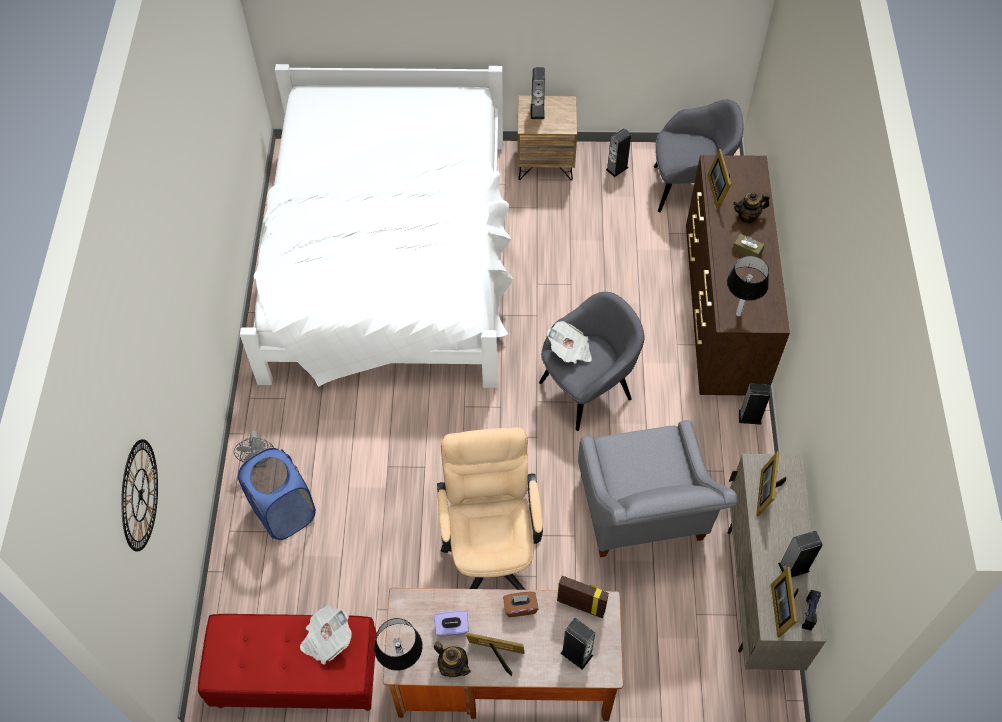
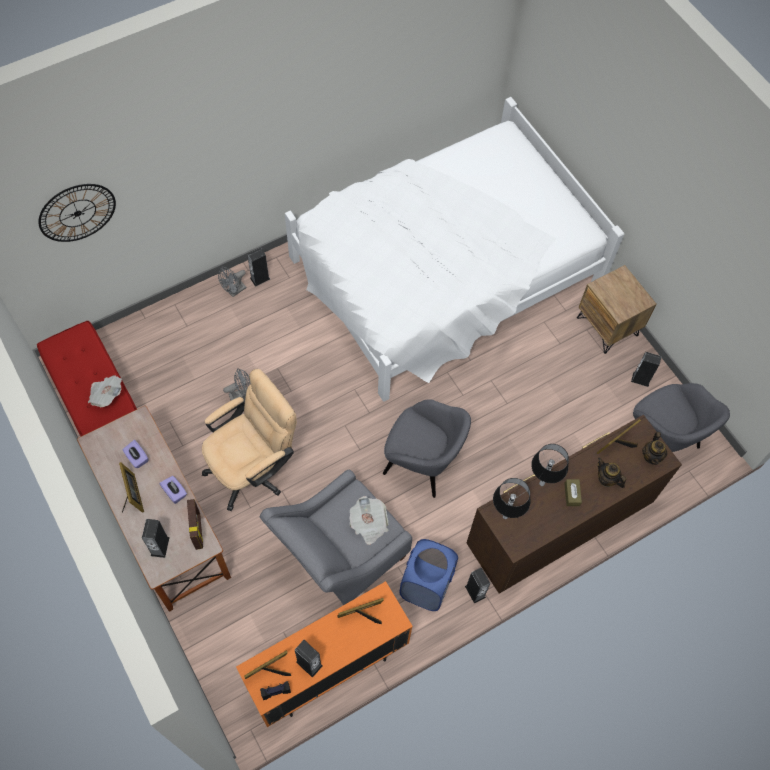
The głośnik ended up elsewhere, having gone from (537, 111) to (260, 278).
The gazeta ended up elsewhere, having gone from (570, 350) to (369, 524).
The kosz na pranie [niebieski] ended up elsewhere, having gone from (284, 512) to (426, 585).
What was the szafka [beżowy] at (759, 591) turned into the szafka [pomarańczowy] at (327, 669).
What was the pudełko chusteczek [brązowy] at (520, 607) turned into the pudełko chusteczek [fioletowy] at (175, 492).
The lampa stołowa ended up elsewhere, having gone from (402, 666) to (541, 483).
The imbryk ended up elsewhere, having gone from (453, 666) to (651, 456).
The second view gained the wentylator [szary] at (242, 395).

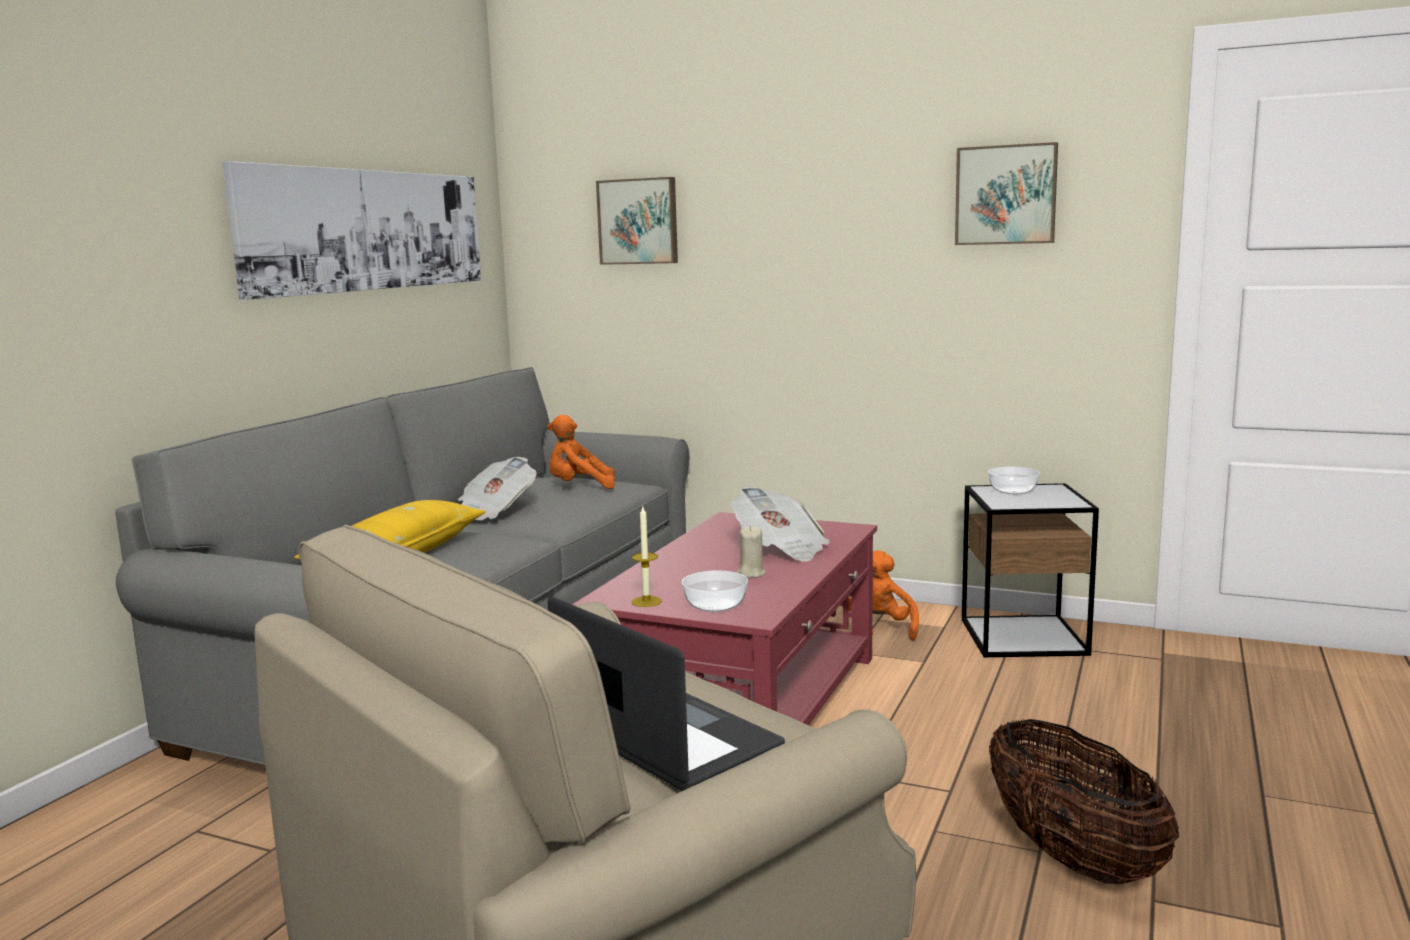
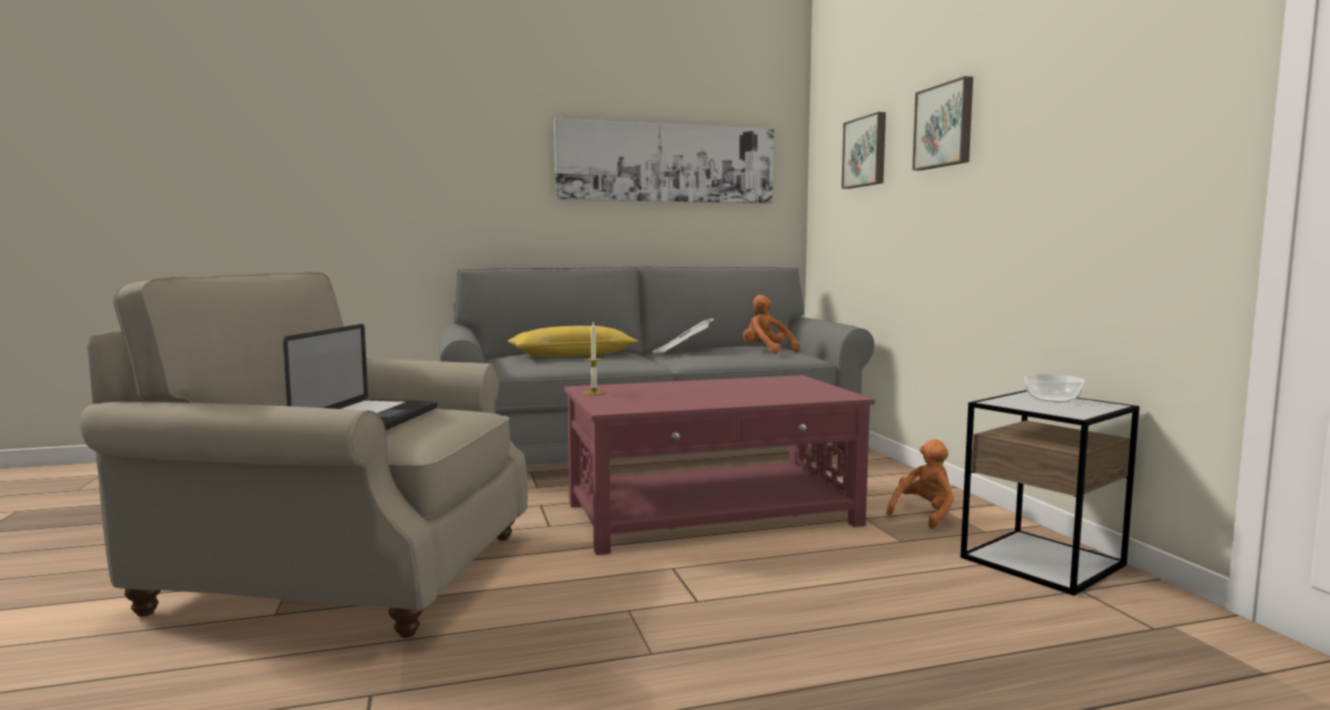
The obraz ended up elsewhere, having gone from (1006, 195) to (945, 126).
The second view lost the gazeta at (780, 549).
The second view lost the świeca [beżowy] at (751, 573).
The second view lost the miska at (716, 605).
The second view lost the koszyk at (1072, 857).

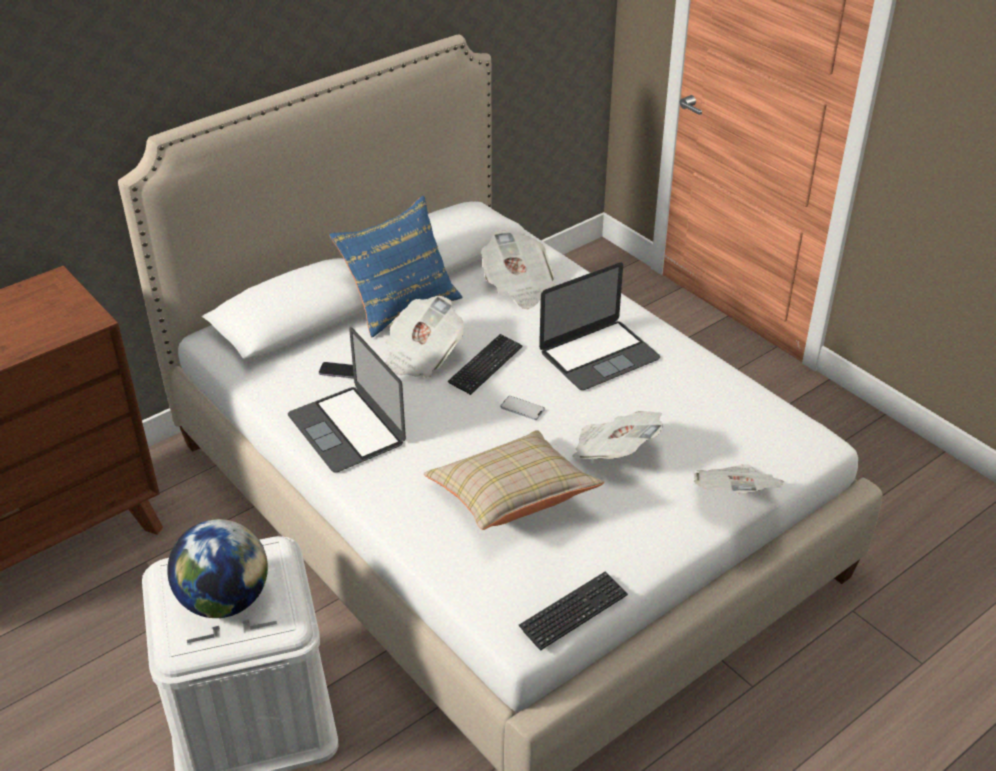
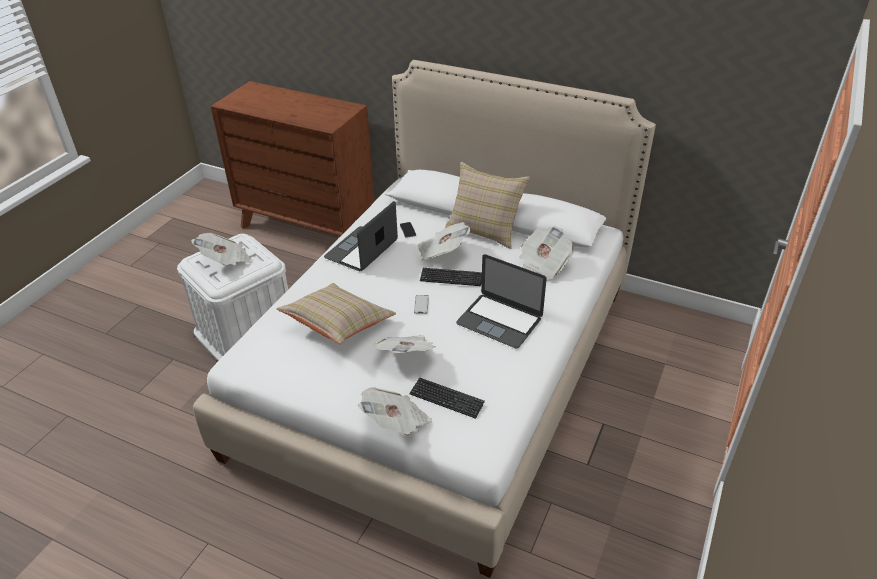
What was the poduszka [niebieski] at (401, 304) turned into the poduszka [beżowy] at (484, 229).
Where the globus stood at (224, 600), the gazeta came to stand at (226, 261).
The klawiatura ended up elsewhere, having gone from (573, 612) to (446, 399).

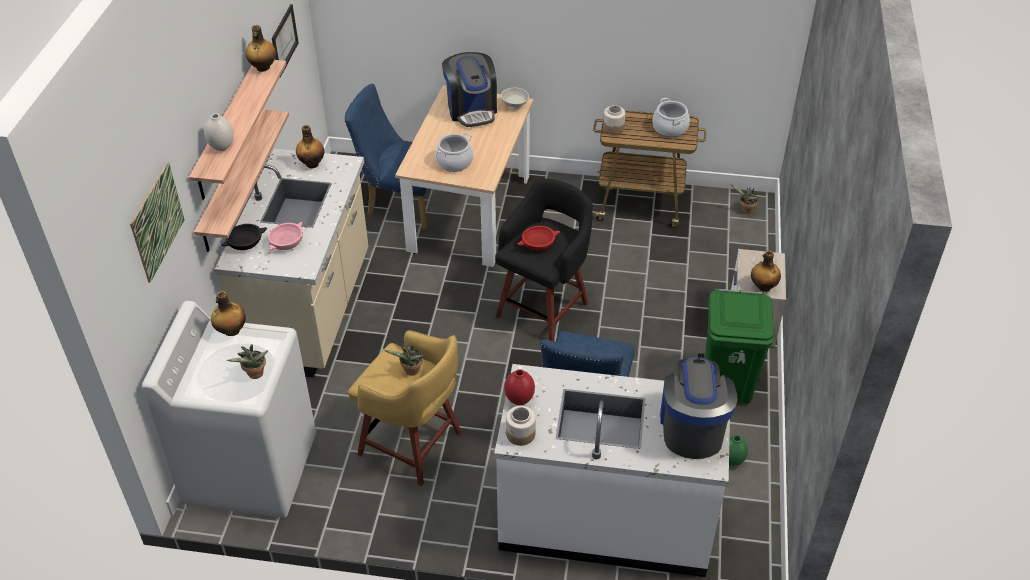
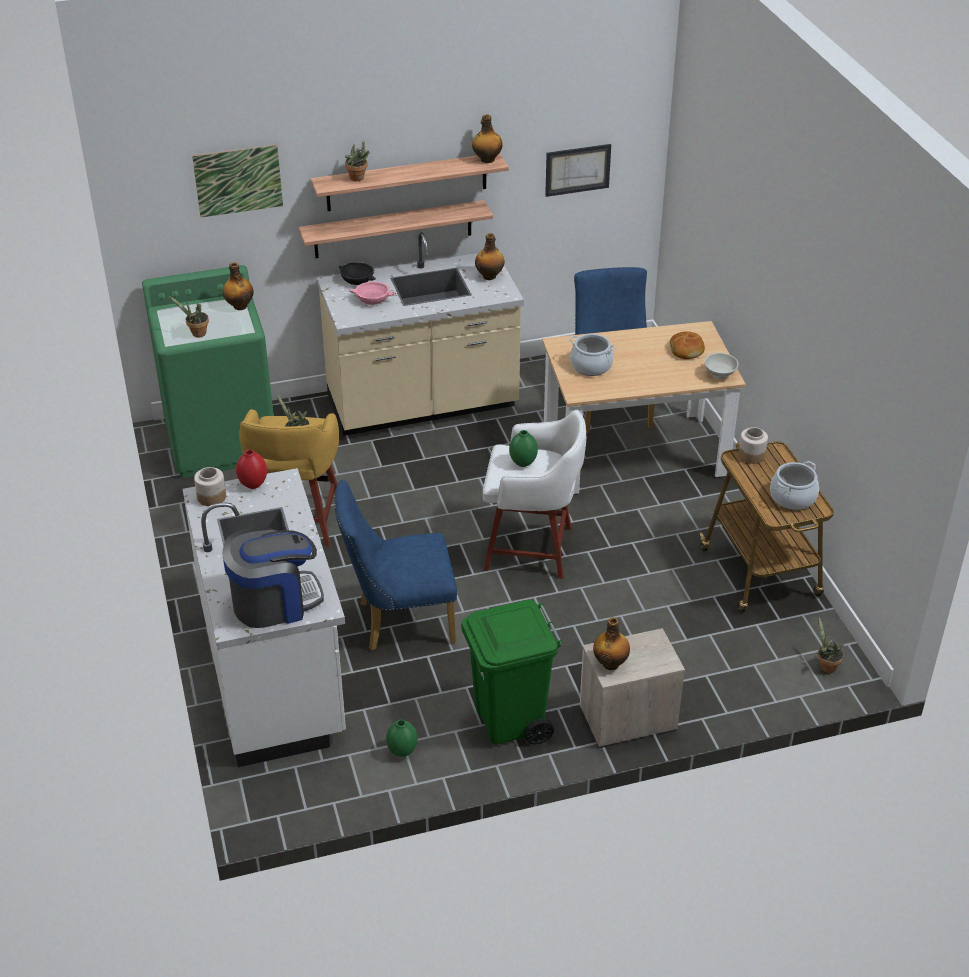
Where the ekspres do kawy stood at (471, 109), the chleb came to stand at (686, 350).
Where the wazon [biały] stood at (221, 147), the roślina doniczkowa came to stand at (359, 178).
What was the stołek [czarny] at (544, 308) turned into the stołek [biały] at (532, 549).
Where the miska [czerwony] stood at (538, 245), the wazon [zielony] came to stand at (522, 463).
What was the pralka [biały] at (251, 468) turned into the pralka [zielony] at (222, 440).

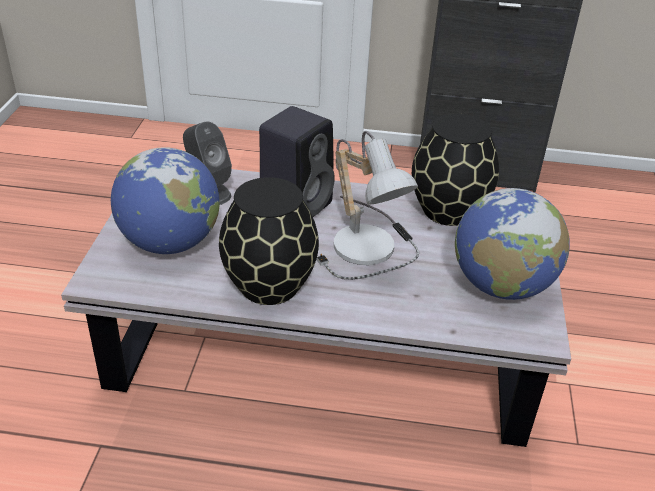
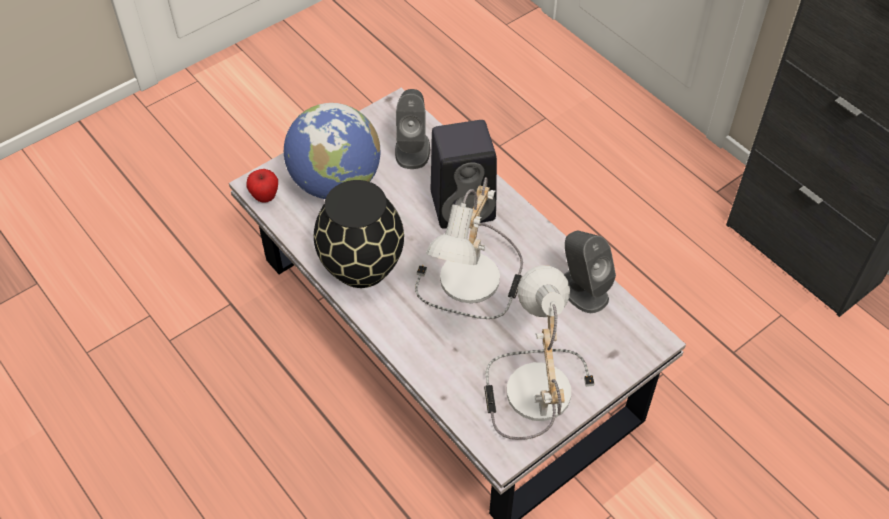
Where the wazon [czarny] stood at (447, 210), the głośnik [szary] came to stand at (582, 290).
Where the globus stood at (501, 286), the lampa stołowa came to stand at (531, 389).
The second view gained the jabłko at (265, 197).

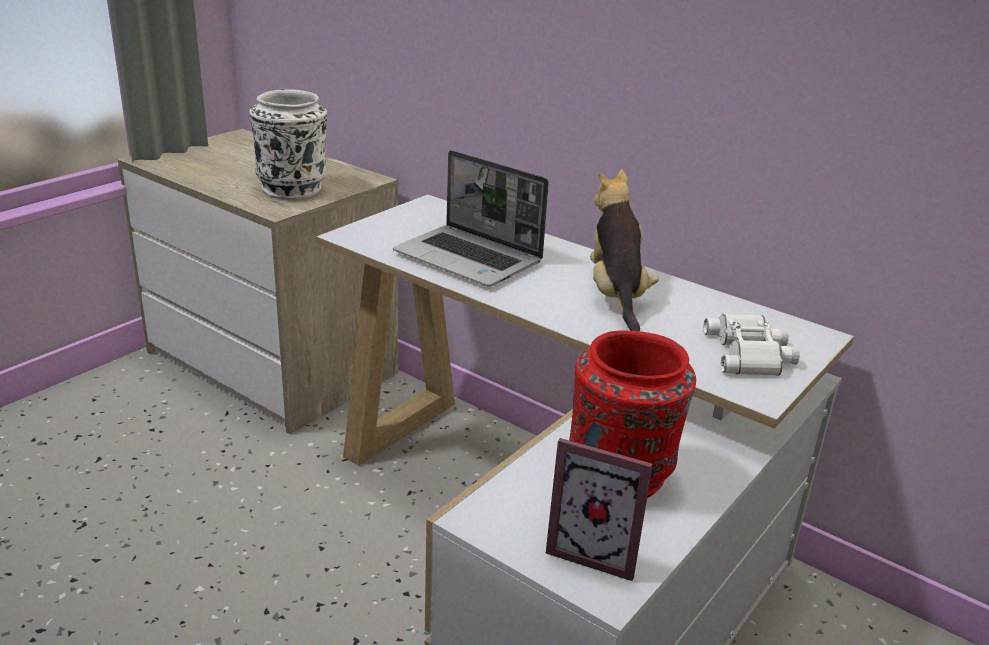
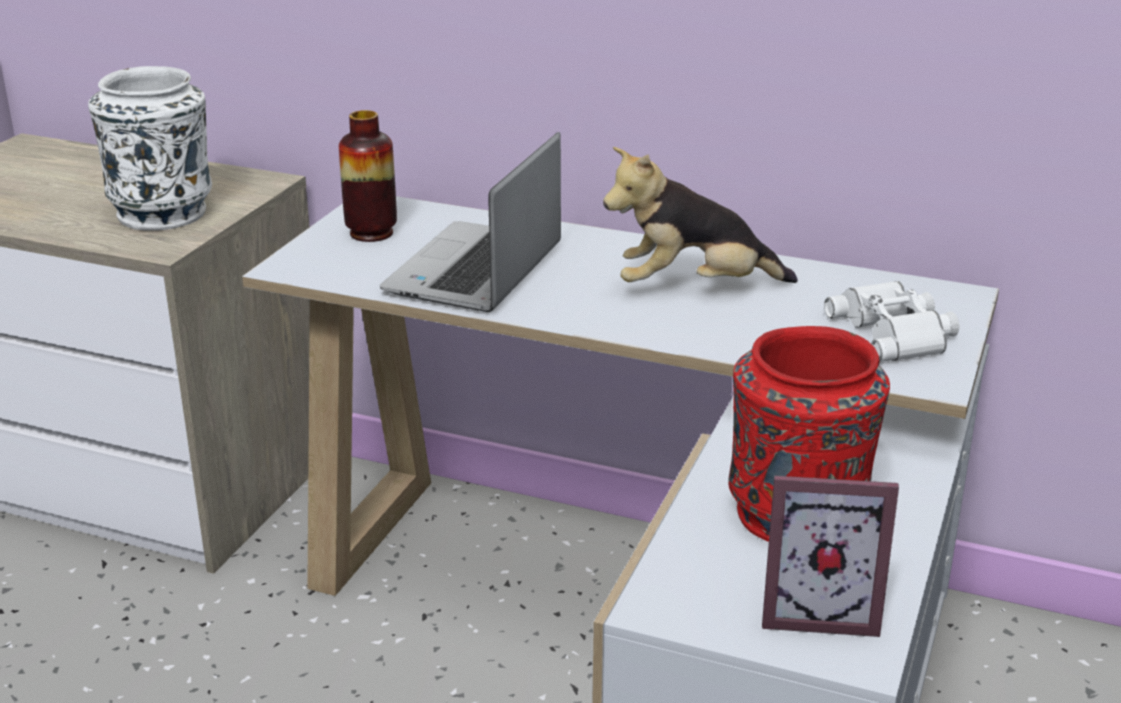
The laptop at (470, 258) ended up facing another way, 90 degrees clockwise from before.
The pluszak at (616, 295) ended up facing another way, 75 degrees counterclockwise from before.
The second view gained the wazon at (371, 233).

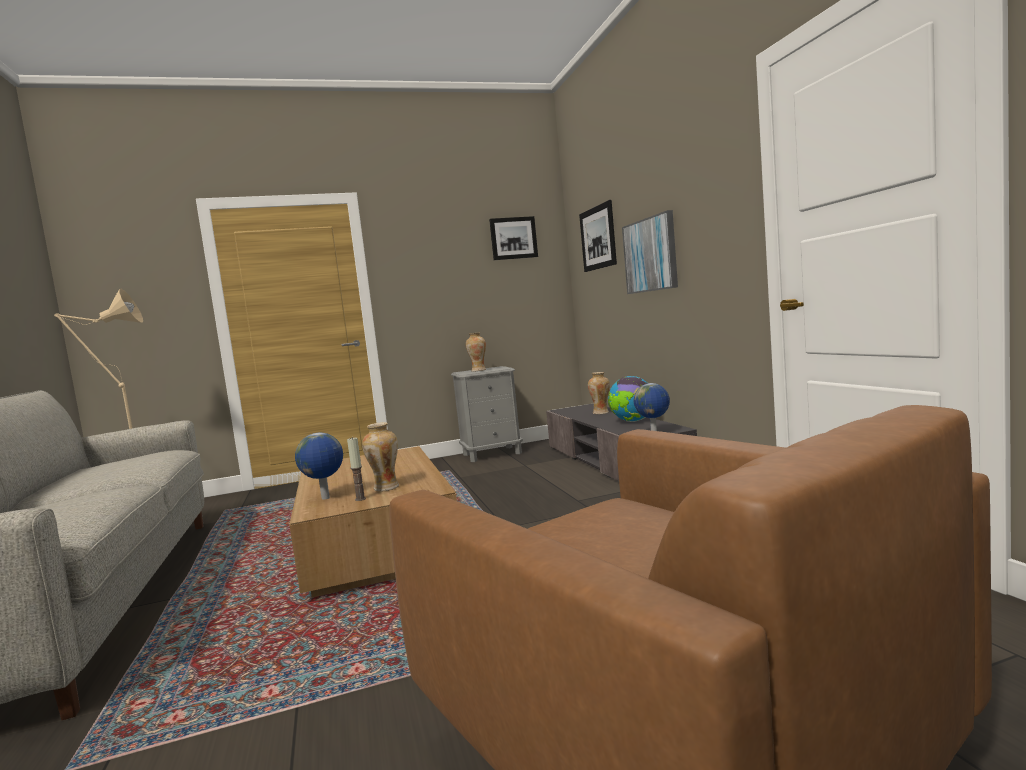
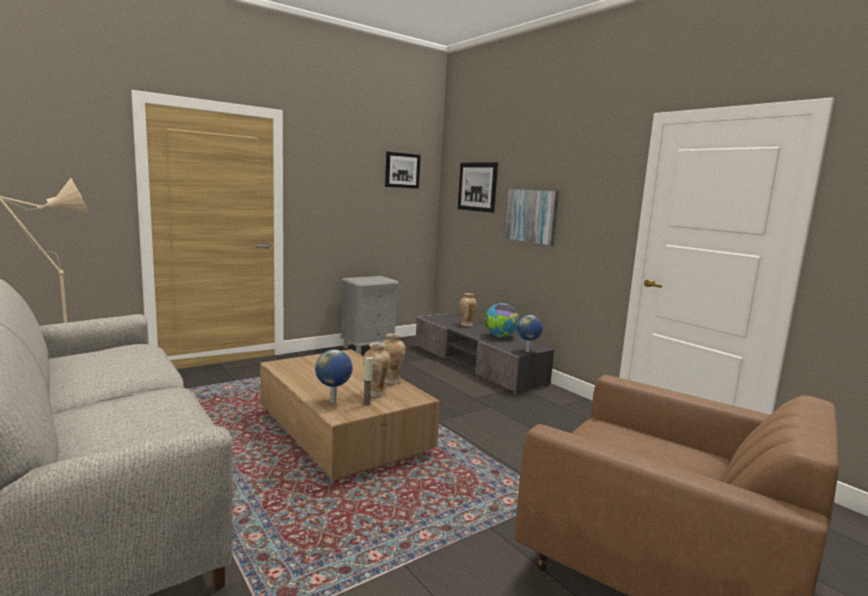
The wazon ended up elsewhere, having gone from (478, 370) to (391, 381).

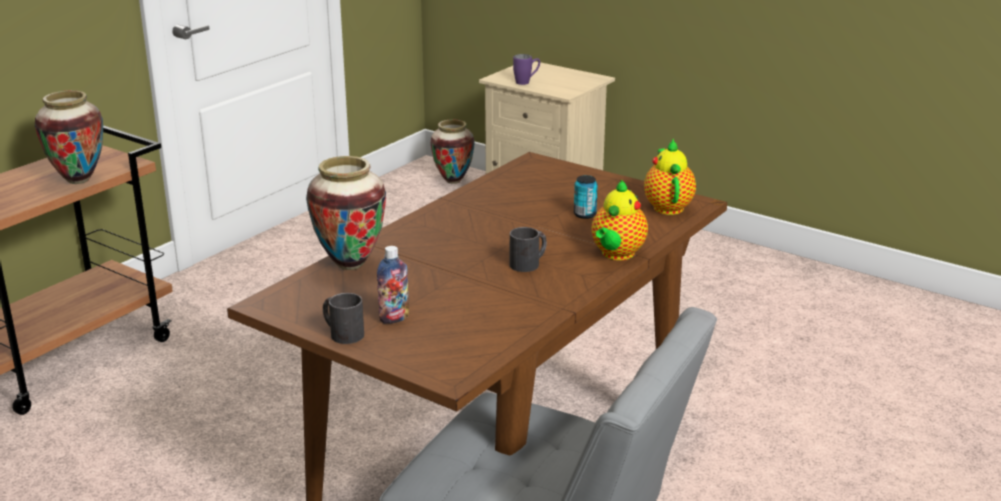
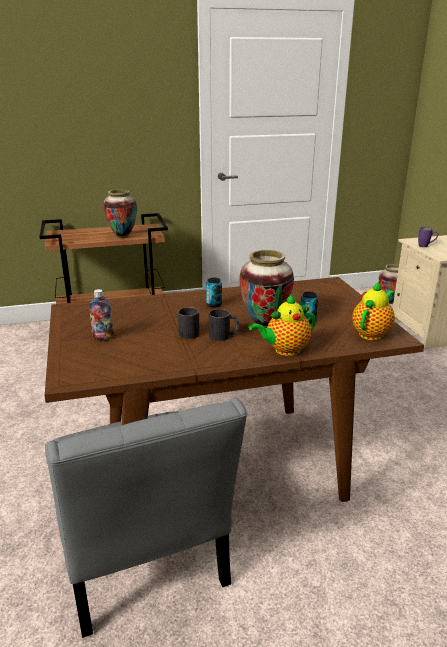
The wazon ended up elsewhere, having gone from (350, 264) to (264, 324).
The kubek [czarny] ended up elsewhere, having gone from (342, 333) to (188, 332).
The second view gained the puszka at (214, 304).

